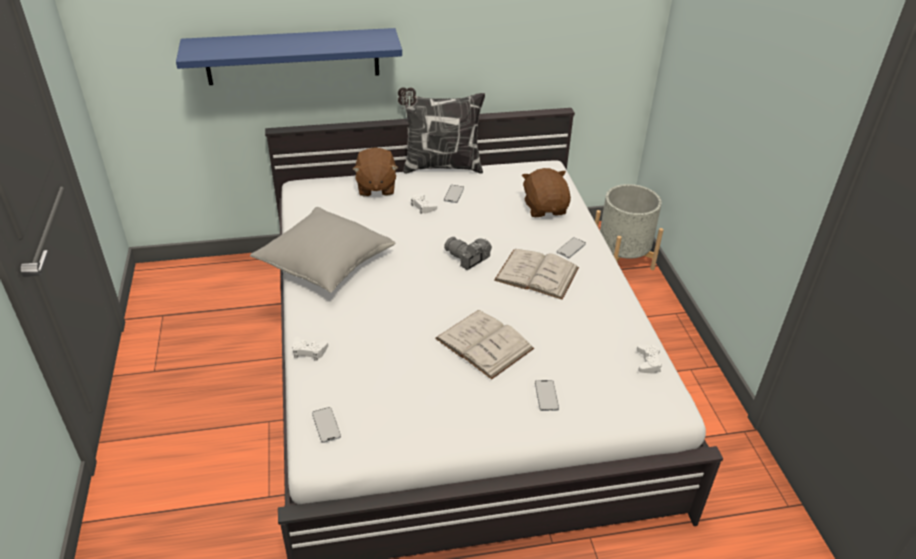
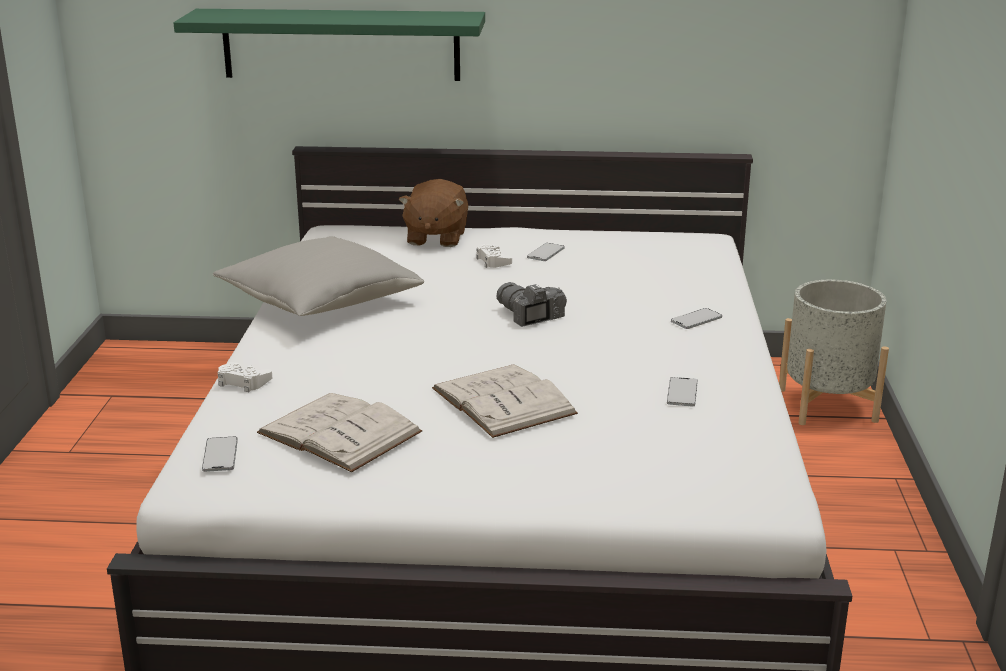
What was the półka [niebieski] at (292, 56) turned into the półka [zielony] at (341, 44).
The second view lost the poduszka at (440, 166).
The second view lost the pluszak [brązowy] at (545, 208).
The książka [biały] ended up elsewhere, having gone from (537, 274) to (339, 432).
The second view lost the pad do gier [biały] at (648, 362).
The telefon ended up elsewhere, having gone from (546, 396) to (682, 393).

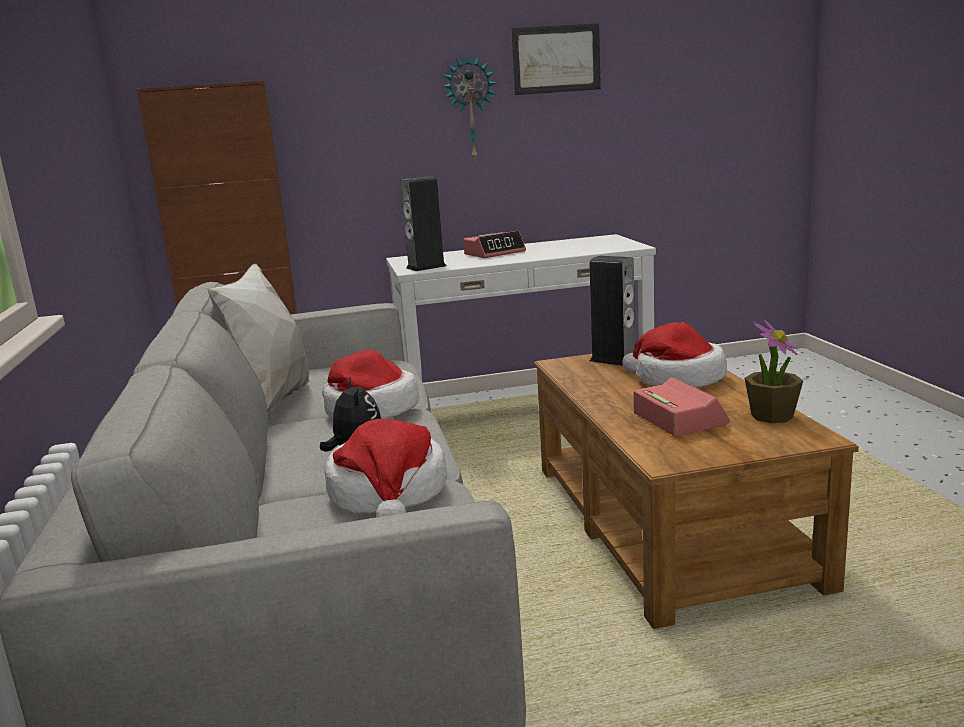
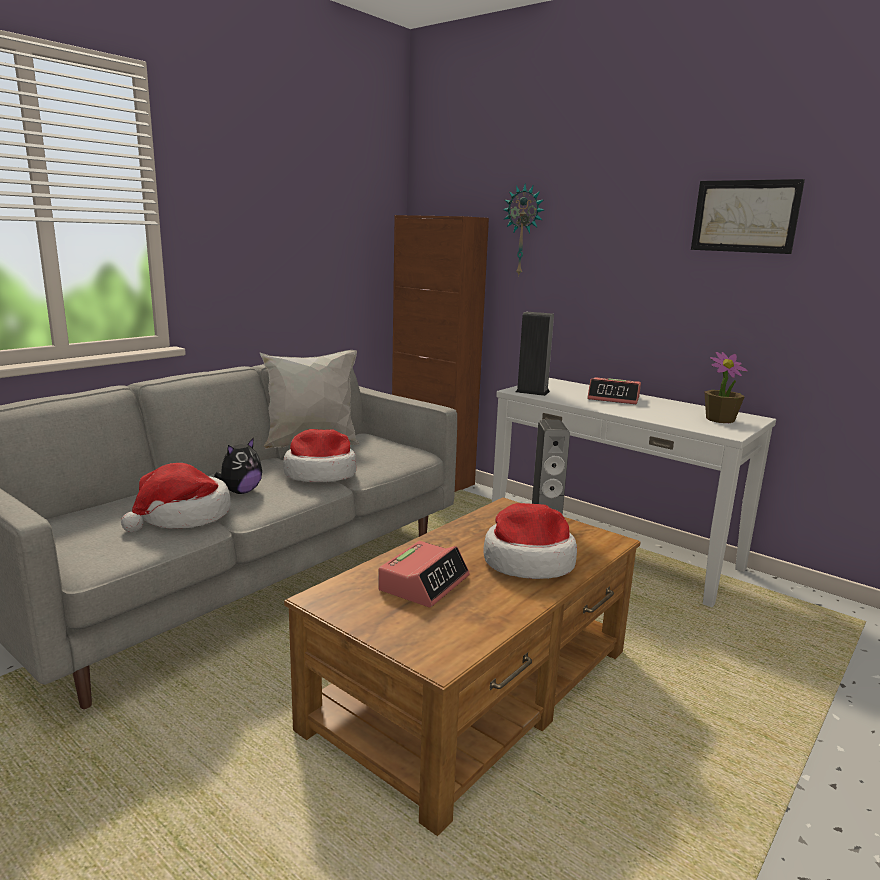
The zegar ścienny ended up elsewhere, having gone from (470, 108) to (523, 230).
The roślina doniczkowa ended up elsewhere, having gone from (771, 416) to (720, 419).

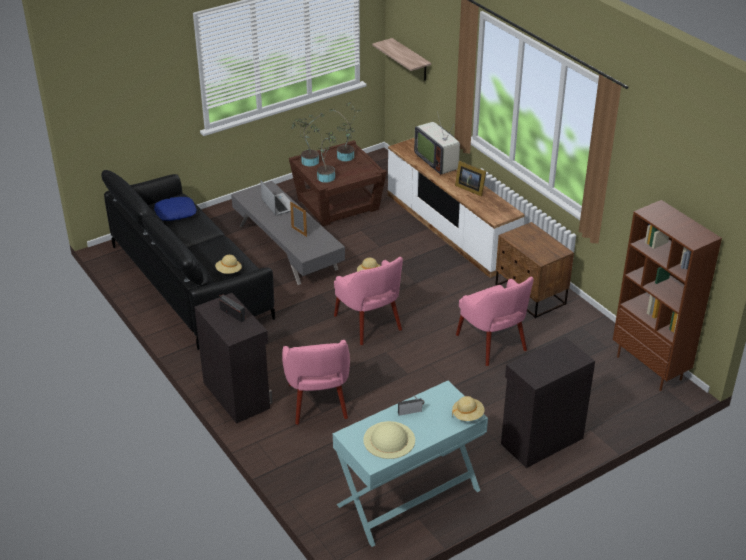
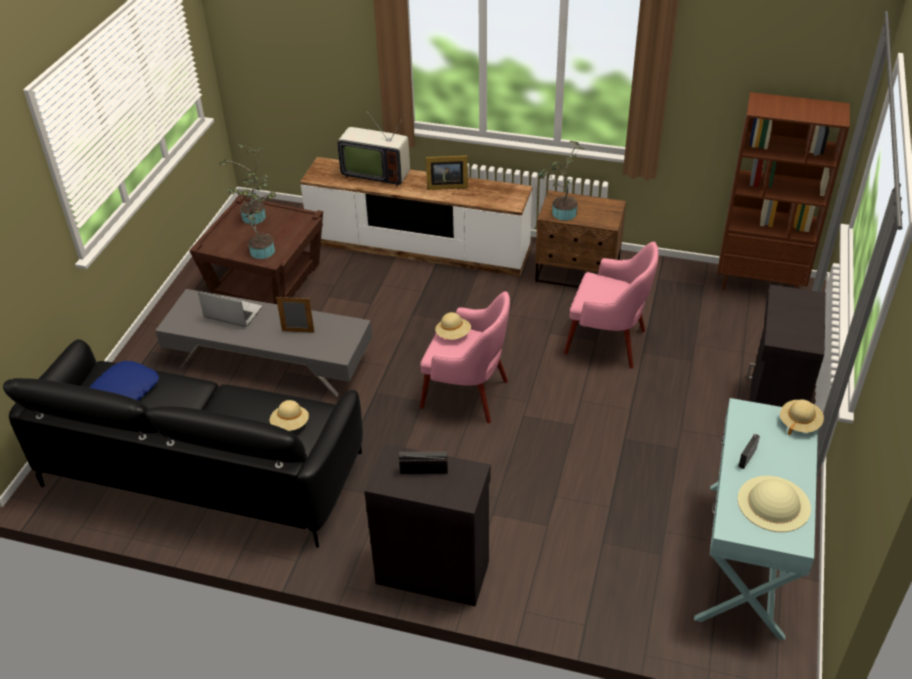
The second view lost the półka at (411, 60).
The roślina doniczkowa ended up elsewhere, having gone from (308, 161) to (561, 214).
The second view lost the fotel [różowy] at (318, 402).

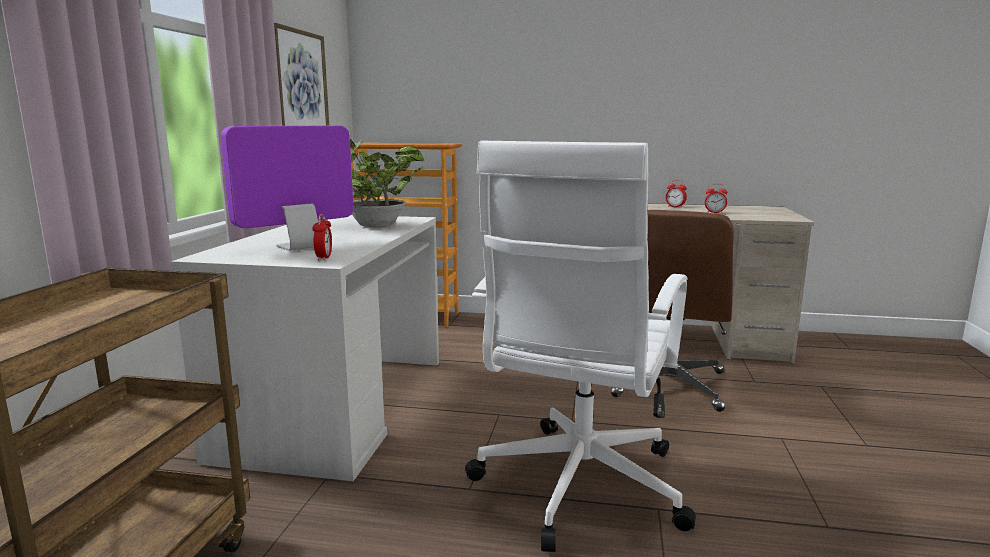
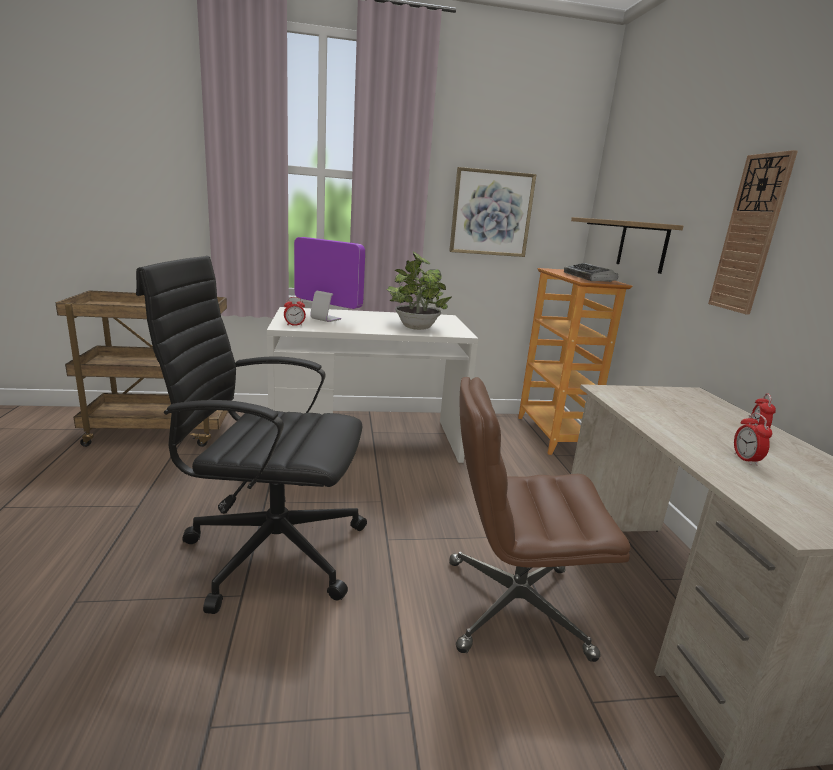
What was the krzesło biurowe [biały] at (577, 488) turned into the krzesło biurowe [czarny] at (270, 549).
The second view gained the zegar ścienny at (750, 234).
The second view gained the półka at (642, 246).
The second view gained the klawiatura at (589, 278).

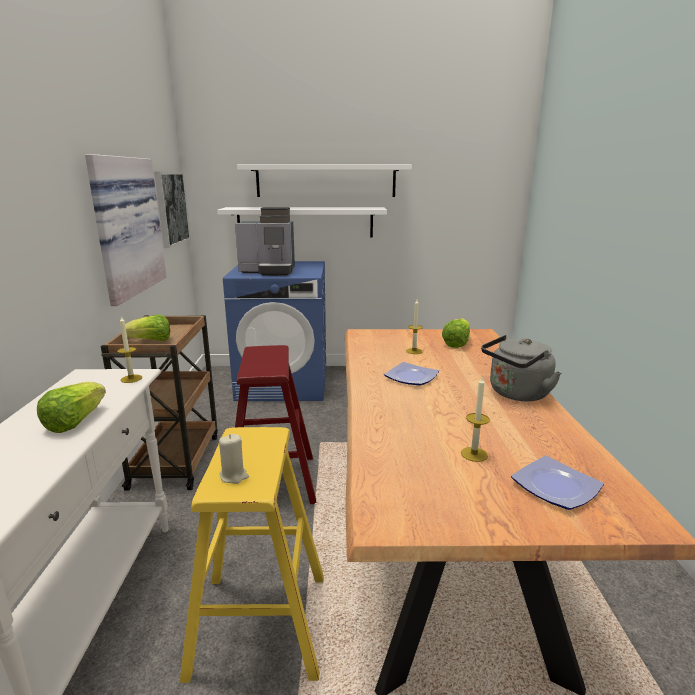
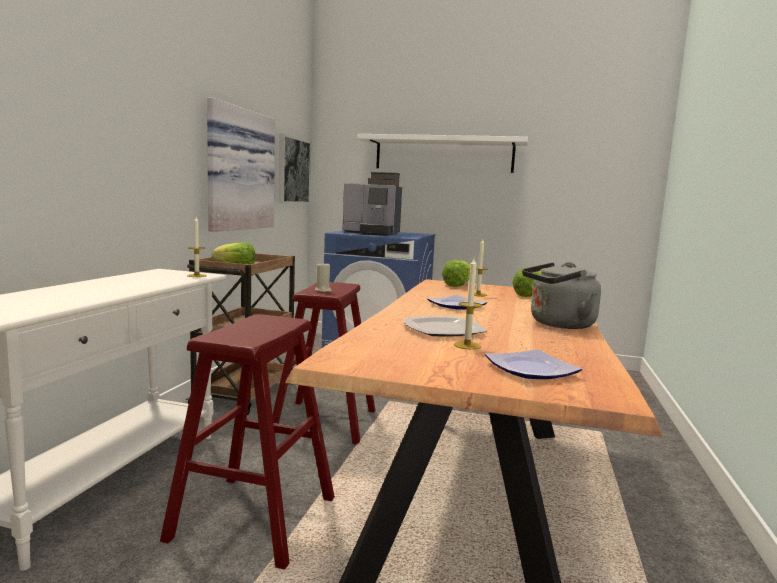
The second view lost the półka [biały] at (305, 222).
The sałata ended up elsewhere, having gone from (75, 422) to (457, 285).
What was the stołek [żółty] at (260, 623) turned into the stołek [czerwony] at (254, 518).
The świeca [beżowy] ended up elsewhere, having gone from (234, 476) to (323, 290).
The second view gained the talerz at (444, 329).

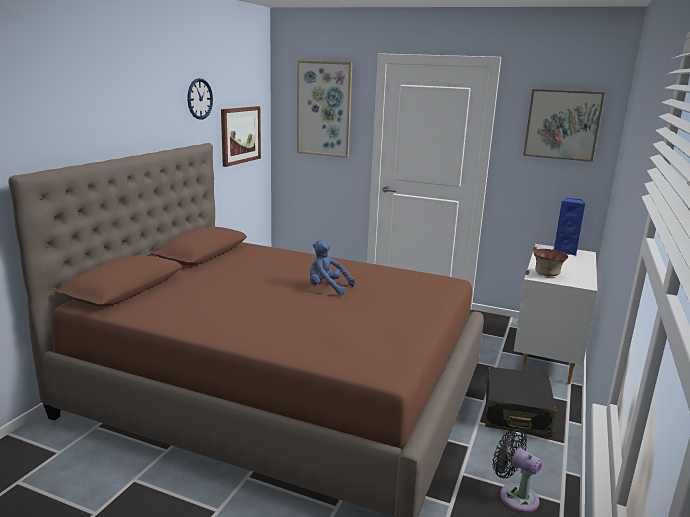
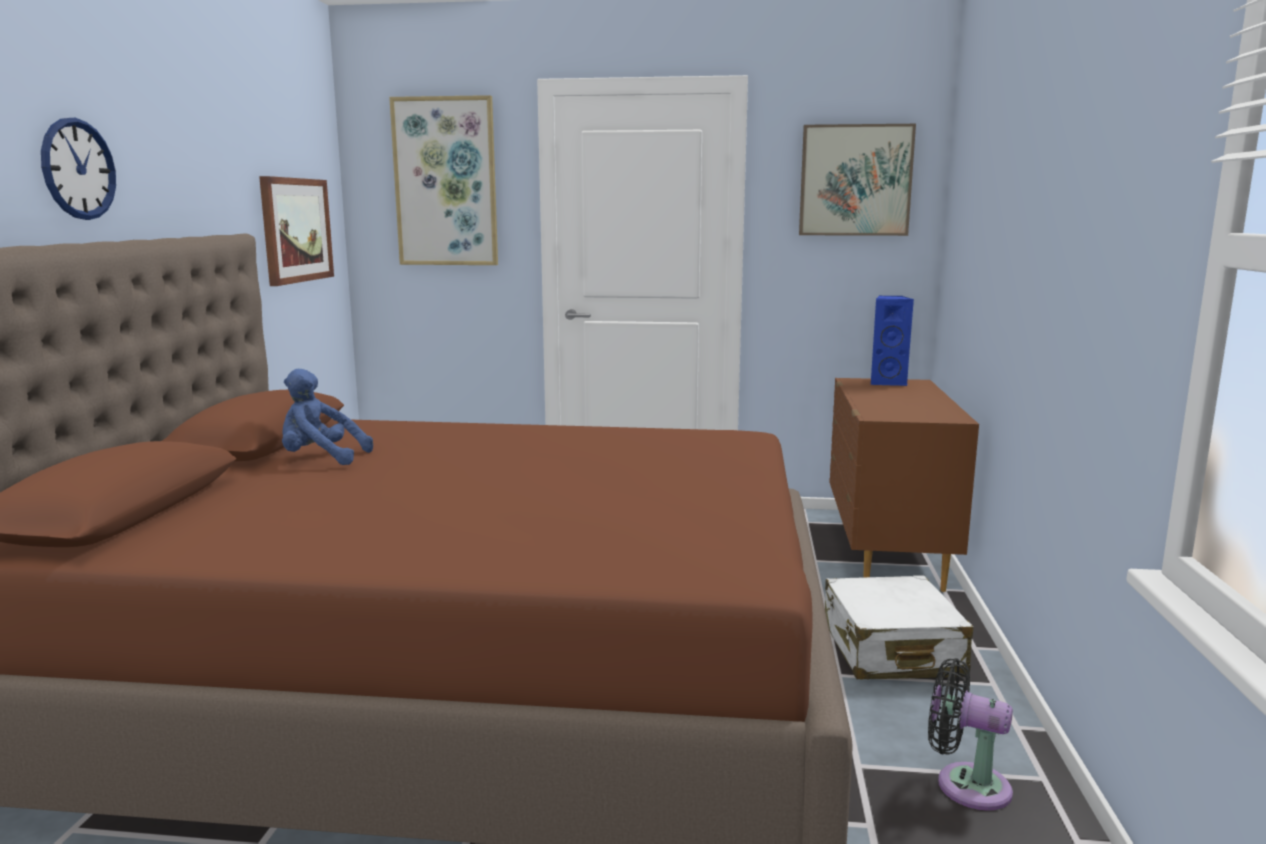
The zegar ścienny ended up elsewhere, having gone from (199, 99) to (78, 169).
The pluszak [niebieski] ended up elsewhere, having gone from (327, 288) to (320, 459).
What was the komoda [biały] at (547, 354) turned into the komoda [brązowy] at (887, 554).
The second view lost the miska at (546, 274).
What was the walizka [czarny] at (516, 413) turned into the walizka [biały] at (891, 650).

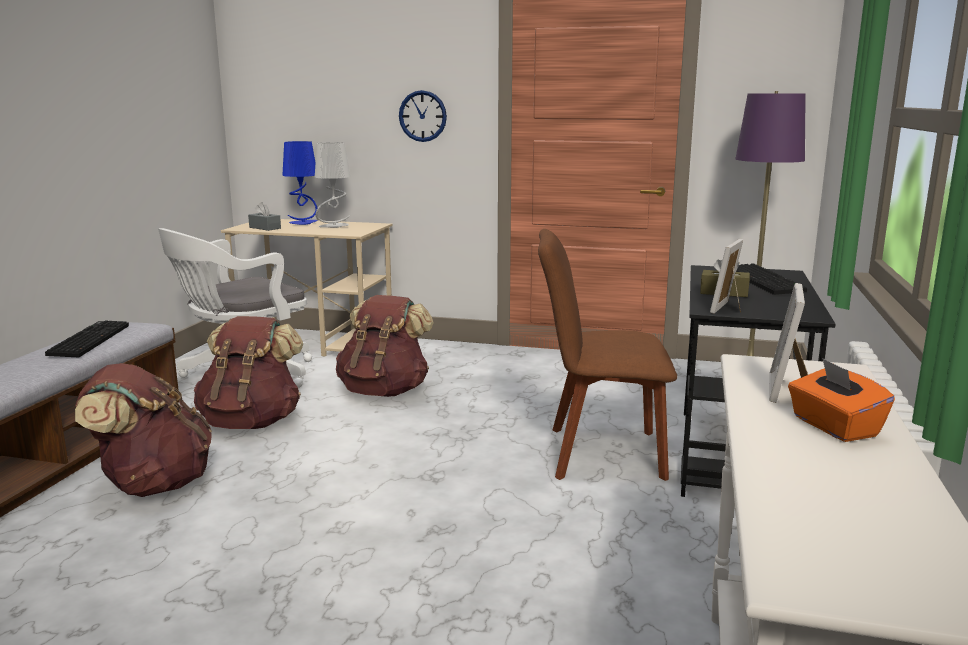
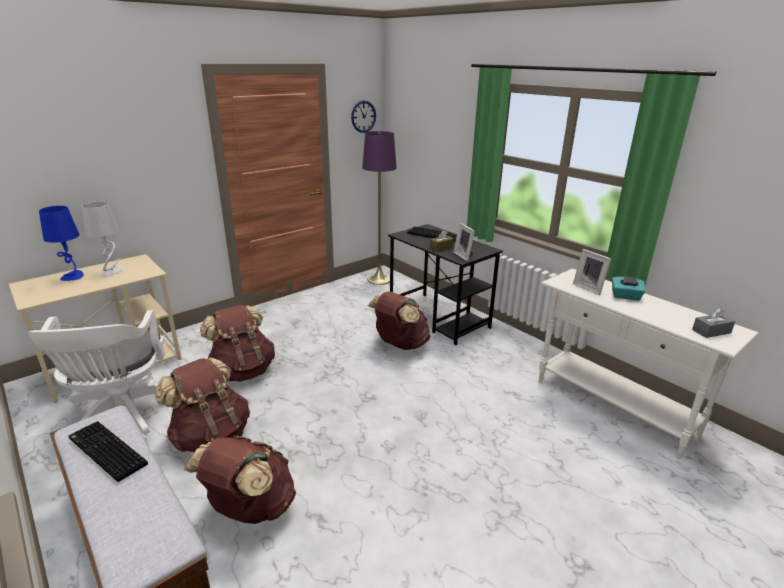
The zegar ścienny ended up elsewhere, having gone from (422, 116) to (363, 116).
The pudełko chusteczek [szary] ended up elsewhere, having gone from (265, 228) to (711, 331).
Where the krzesło [brązowy] stood at (598, 453), the plecak [brązowy] came to stand at (400, 344).
What was the pudełko chusteczek [pomarańczowy] at (833, 427) turned into the pudełko chusteczek [turkusowy] at (625, 296).

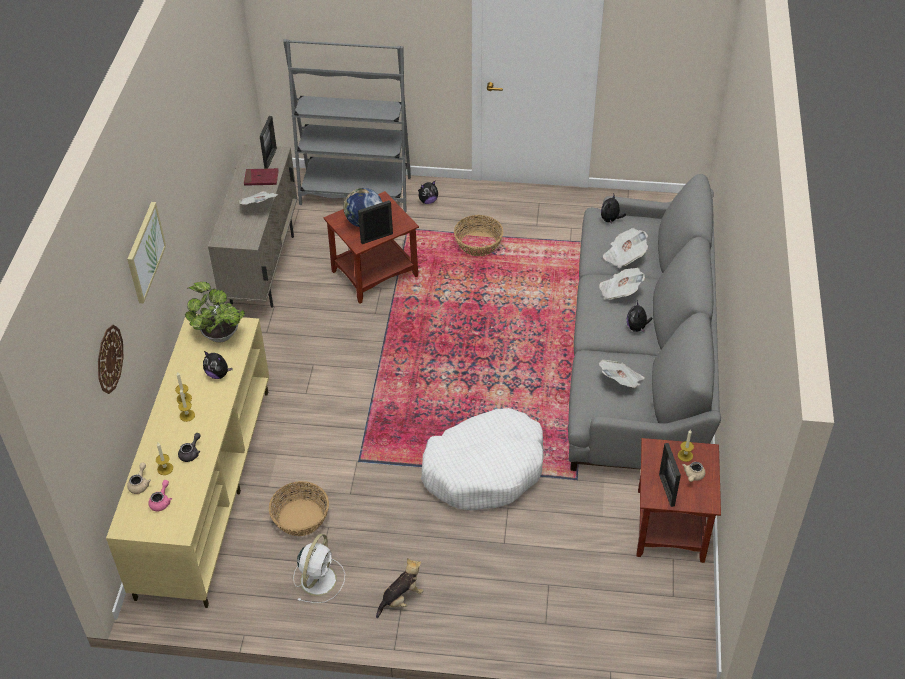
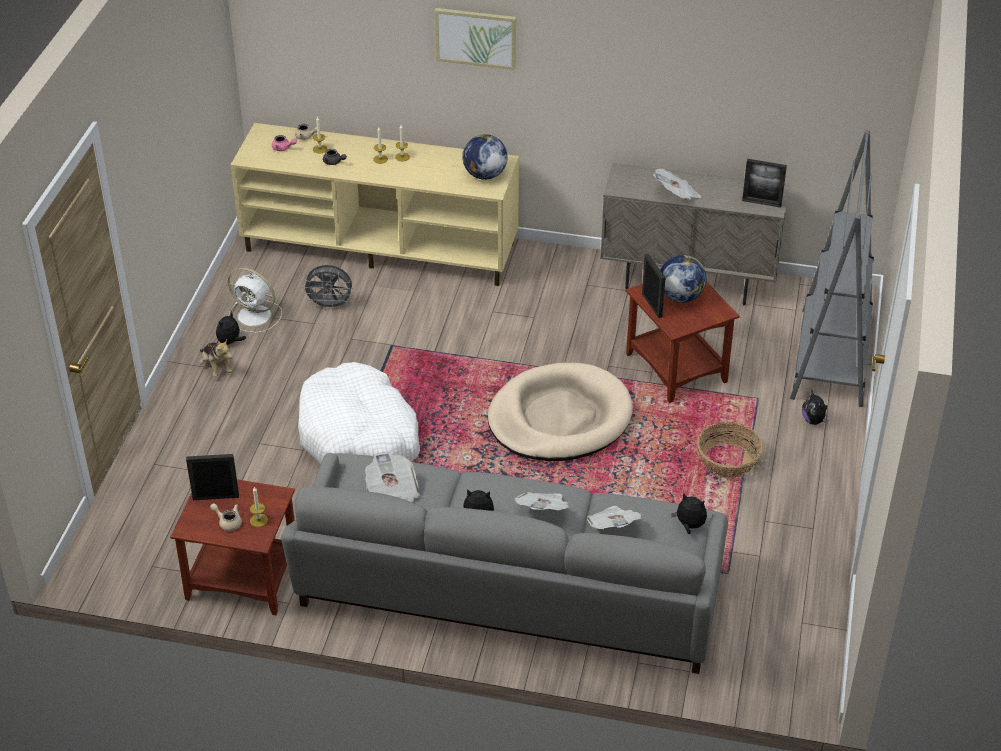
The second view lost the książka [czerwony] at (261, 178).
Where the roślina doniczkowa stood at (219, 334), the globus came to stand at (484, 175).
The second view lost the zegar ścienny at (109, 359).
The pluszak ended up elsewhere, having gone from (218, 374) to (230, 342).
Where the koszyk stood at (300, 517), the wentylator [szary] came to stand at (330, 305).
The second view gained the legowisko [beżowy] at (559, 418).

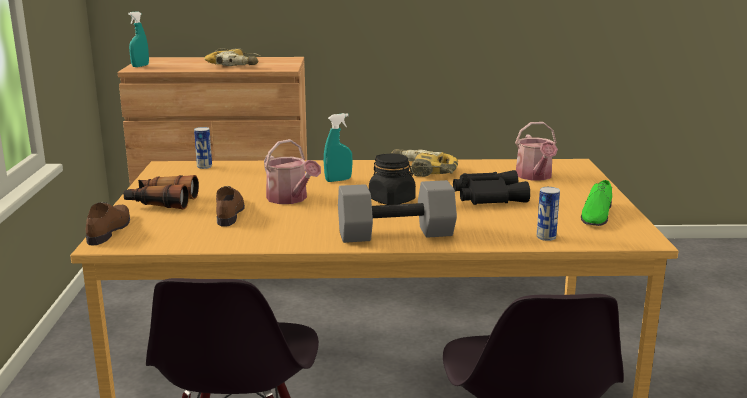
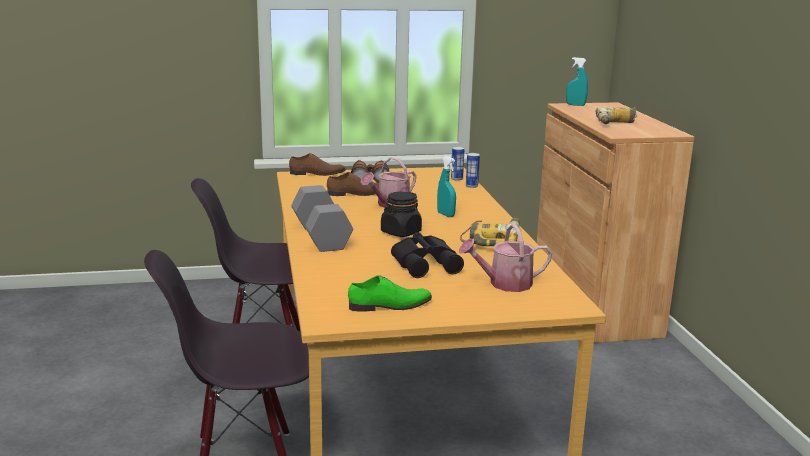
The but [zielony] at (596, 214) ended up facing another way, 150 degrees clockwise from before.
The puszka ended up elsewhere, having gone from (546, 237) to (471, 186).

